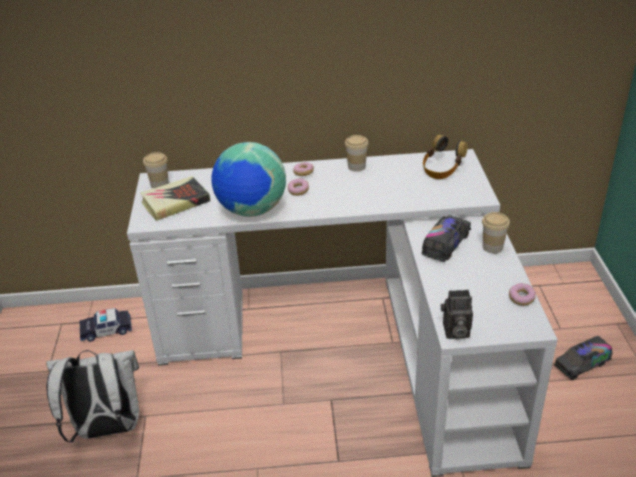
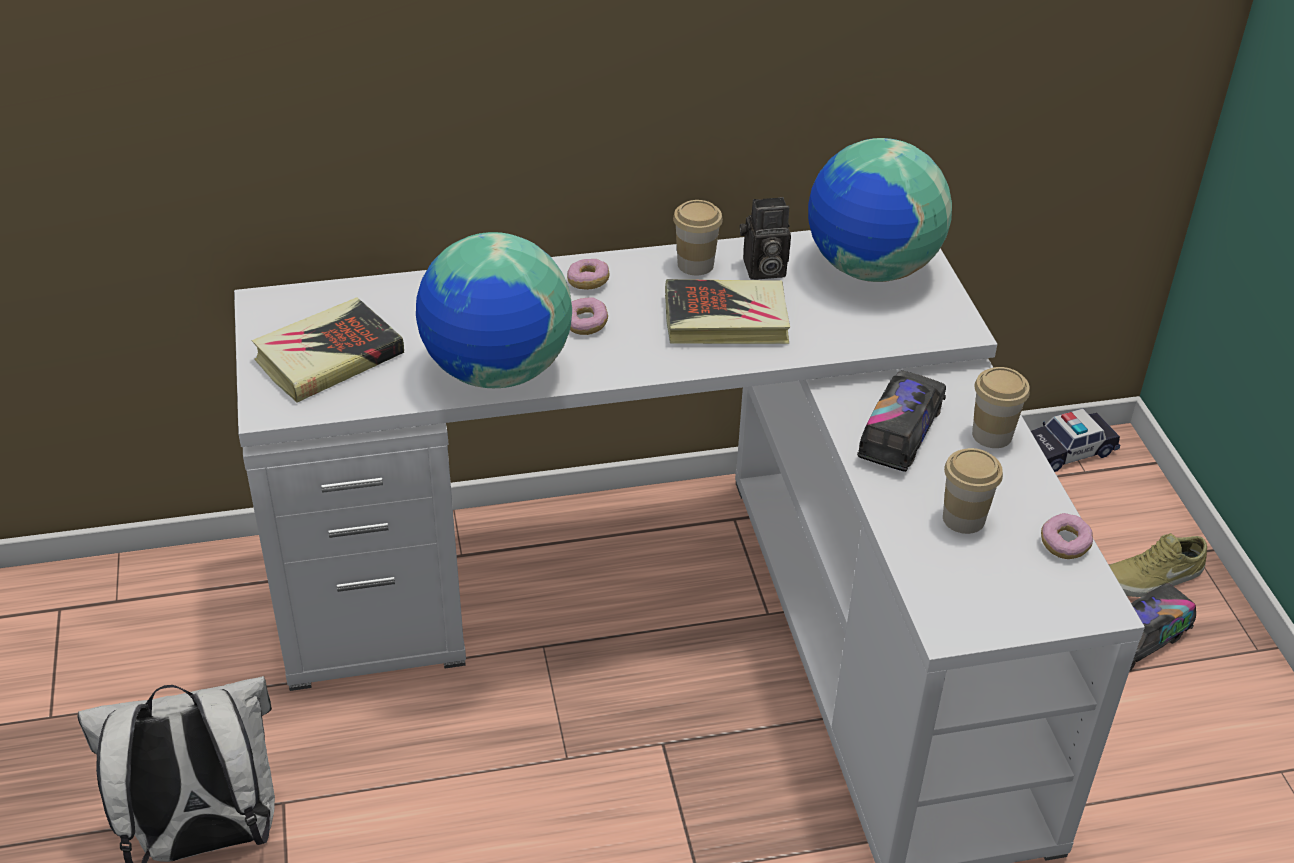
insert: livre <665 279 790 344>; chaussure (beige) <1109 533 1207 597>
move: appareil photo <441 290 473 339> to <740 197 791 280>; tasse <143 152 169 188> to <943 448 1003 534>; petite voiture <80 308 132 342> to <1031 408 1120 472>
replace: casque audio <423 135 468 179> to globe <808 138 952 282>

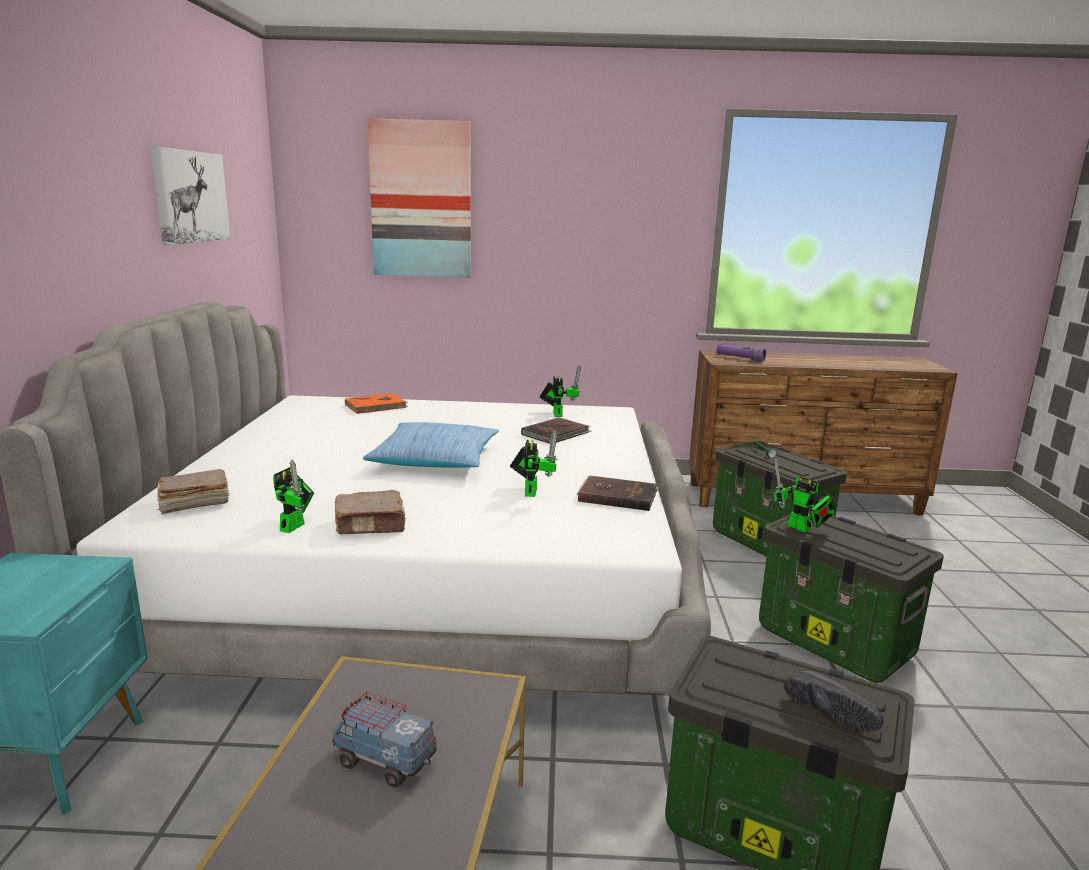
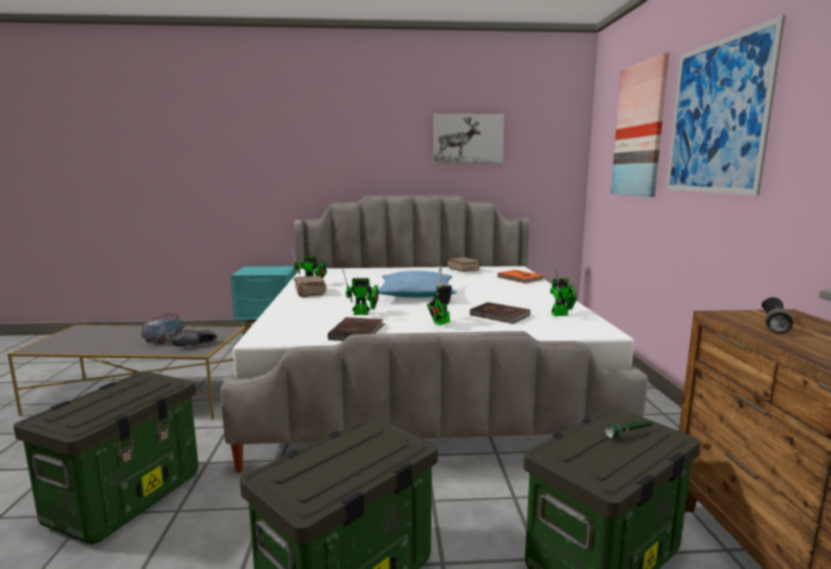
insert: tableau <666 15 786 195>
move: chaussure (noir) <784 669 883 732> to <171 330 217 346>; robot jouet <773 458 835 532> to <427 266 452 325>; livre (marron) <157 469 229 514> to <447 257 481 272>
recolor: lampe de poche (violet) <716 344 766 362> to lampe de poche (noir) <762 297 793 333>

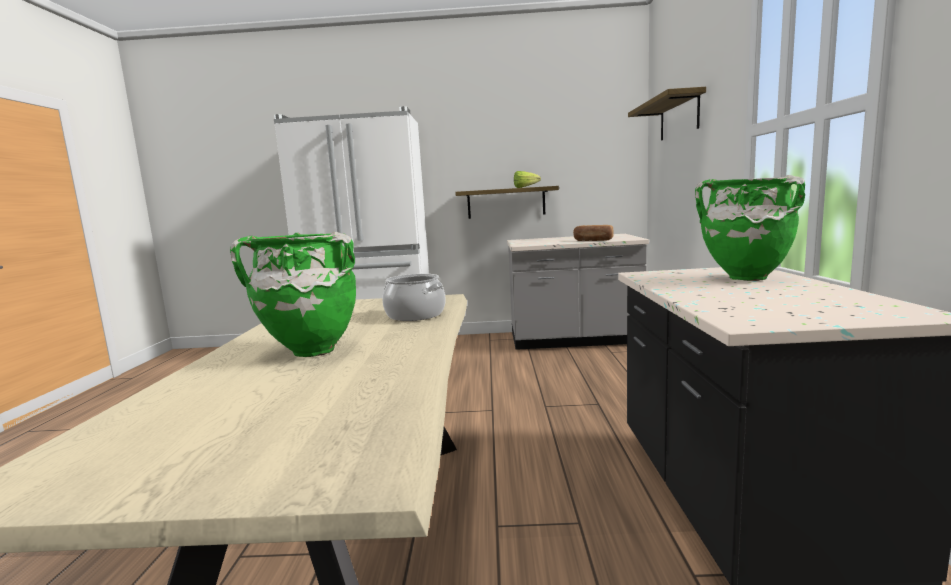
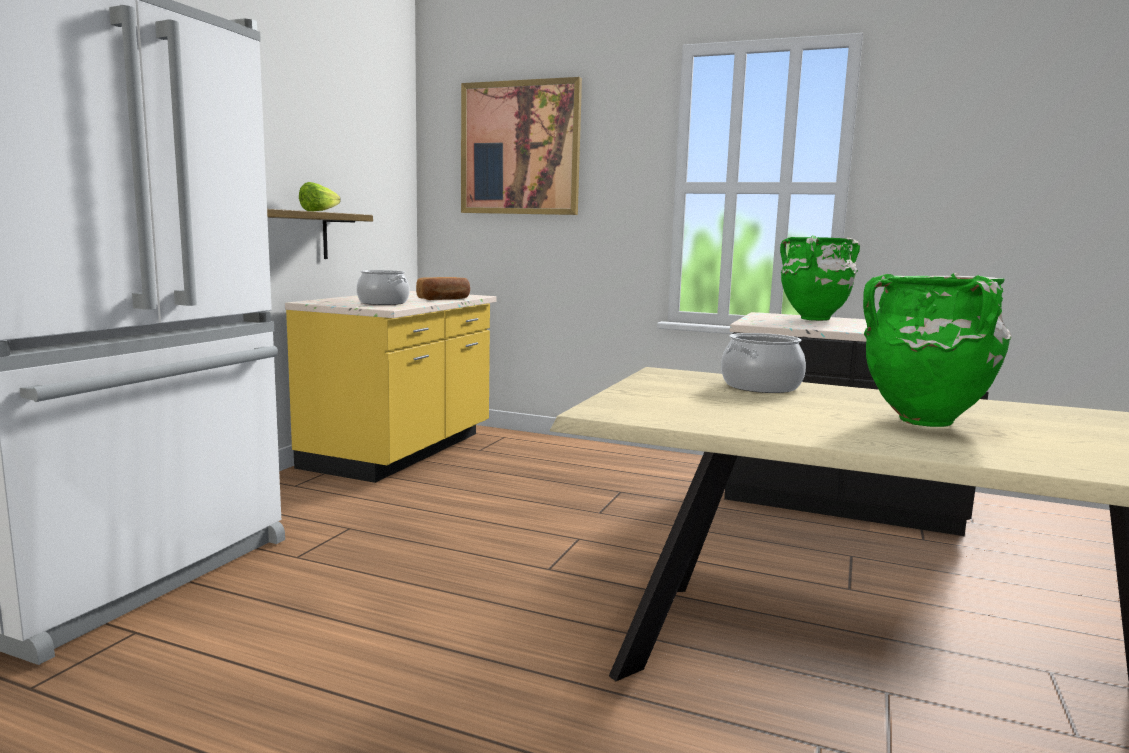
insert: marmite <356 270 410 305>
replace: étagère <628 87 706 141> to tableau <461 77 582 215>
recolor: comptoir de cuisine (gris) <507 234 649 350> to comptoir de cuisine (jaune) <285 291 496 483>

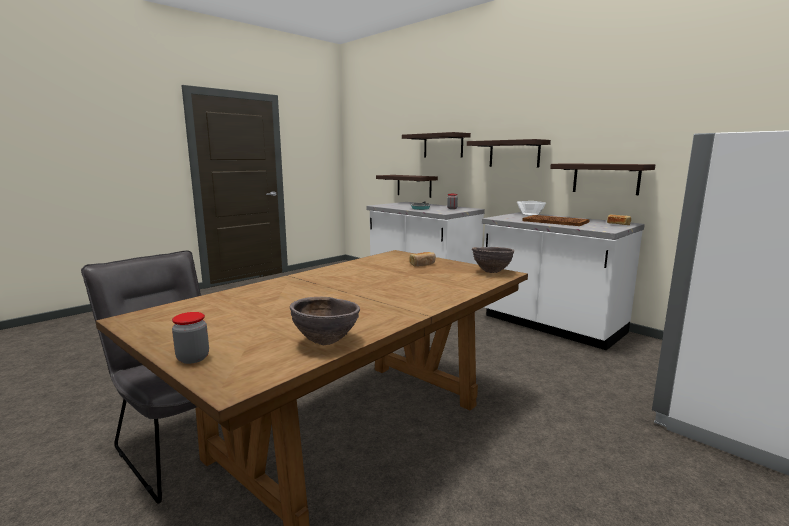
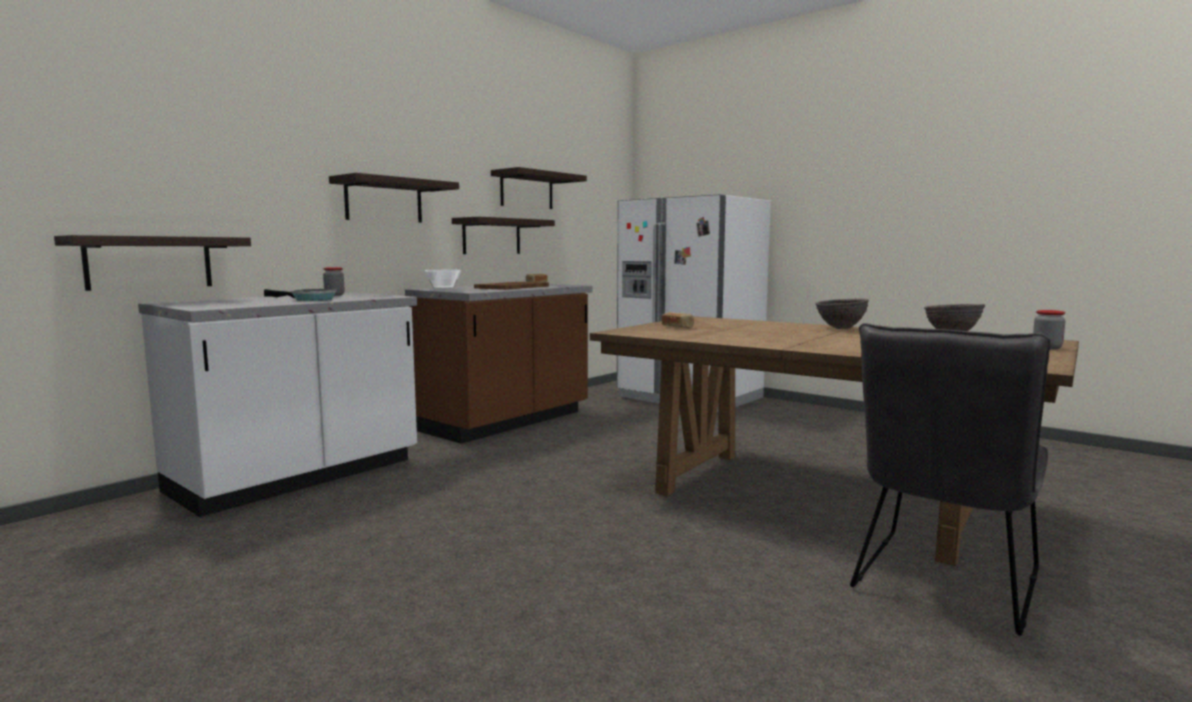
move: étagère <402 132 471 157> to <491 167 587 209>; bol (marron) <472 247 514 273> to <816 298 869 329>
recolor: comptoir de cuisine (blanc) <482 212 645 350> to comptoir de cuisine (marron) <405 284 593 444>

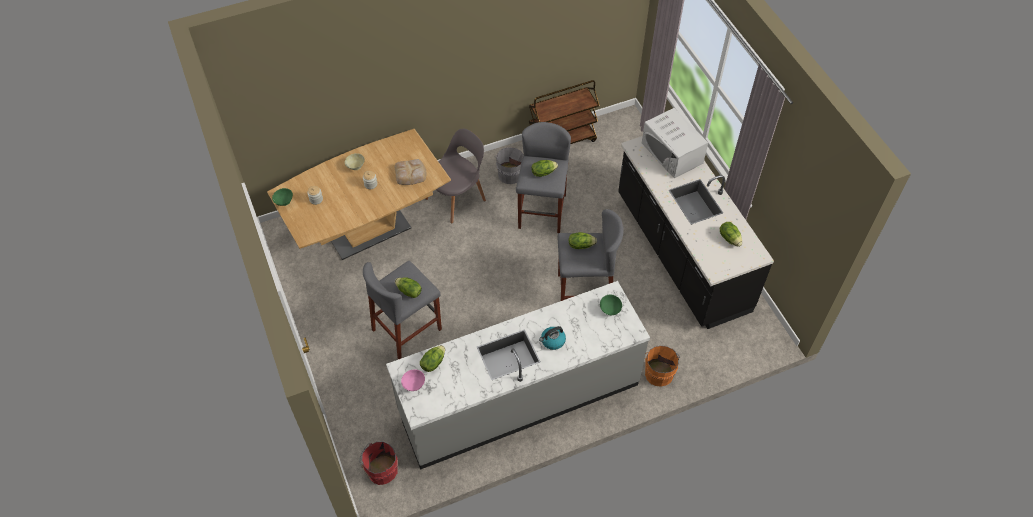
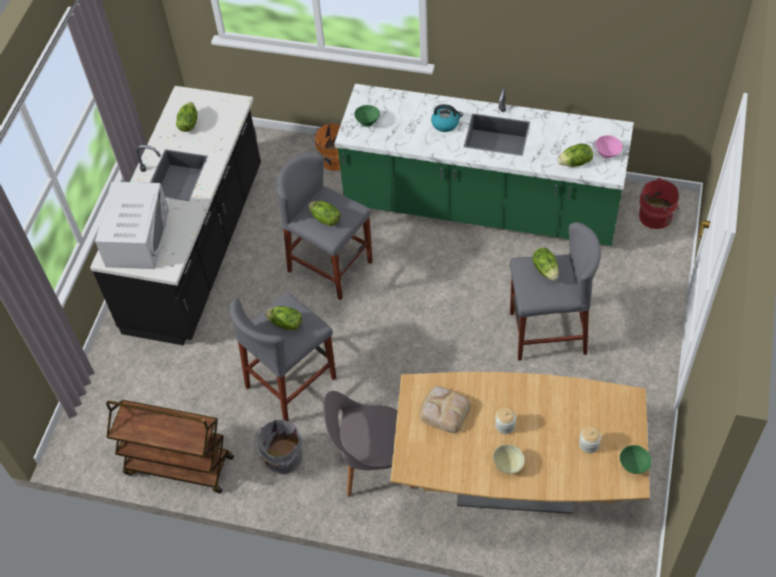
recolor: comptoir de cuisine (gris) <386 281 650 470> to comptoir de cuisine (vert) <334 84 634 246>

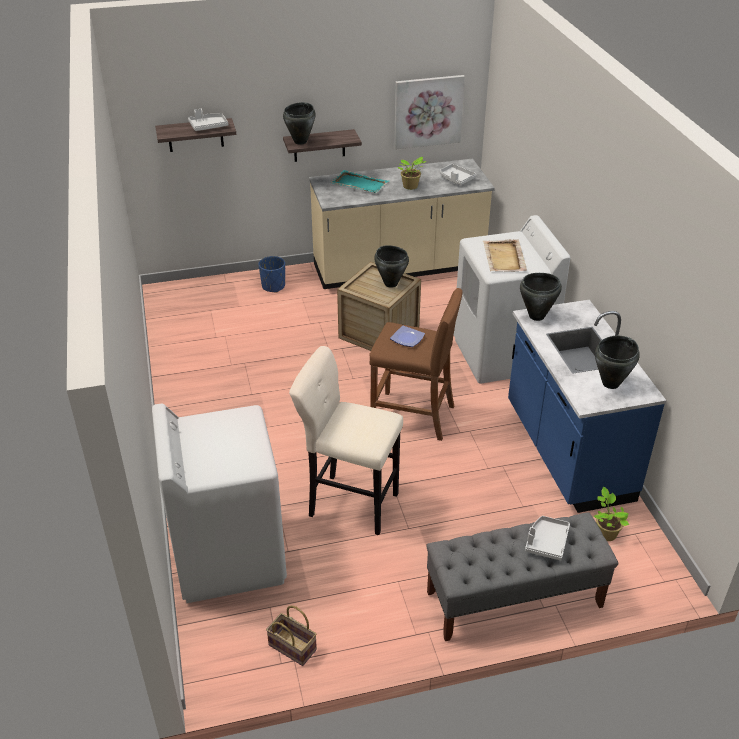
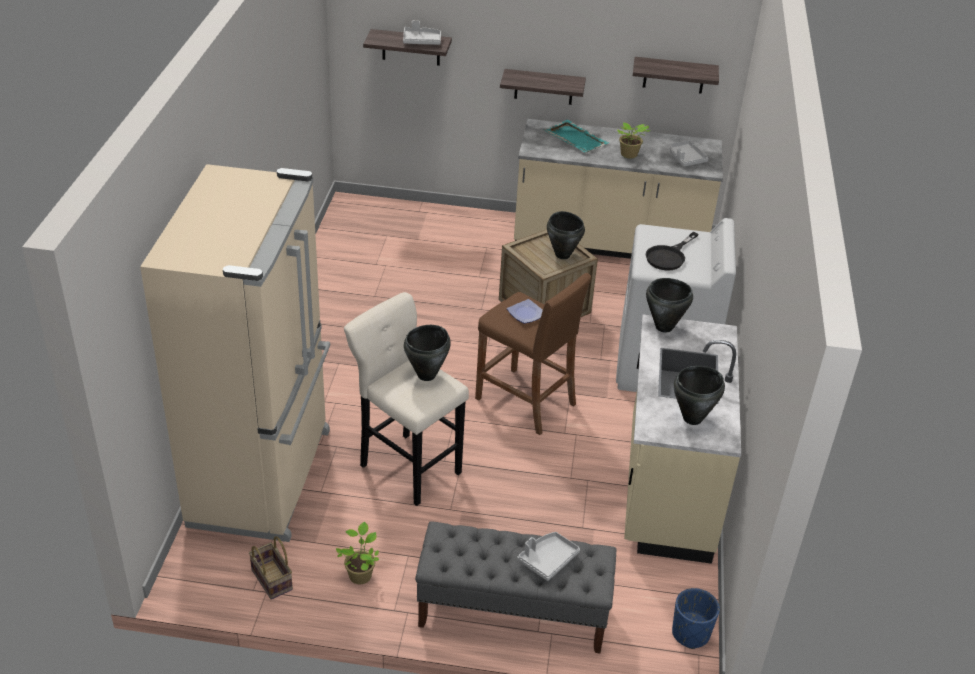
move: plante en pot <594 487 629 541> to <336 521 379 584>; marmite (noir) <283 102 316 145> to <404 325 451 381>; cache-pot (bleu) <258 256 285 293> to <672 588 720 649>
replace: lave-linge (blanc) <152 404 287 603> to réfrigérateur (beige) <140 164 331 542>; tableau <394 75 465 149> to étagère <633 57 719 94>; plateau (beige) <483 239 527 271> to poêle (noir) <646 232 698 270>
recolor: comptoir de cuisine (bleu) <508 300 667 513> to comptoir de cuisine (beige) <624 315 741 564>

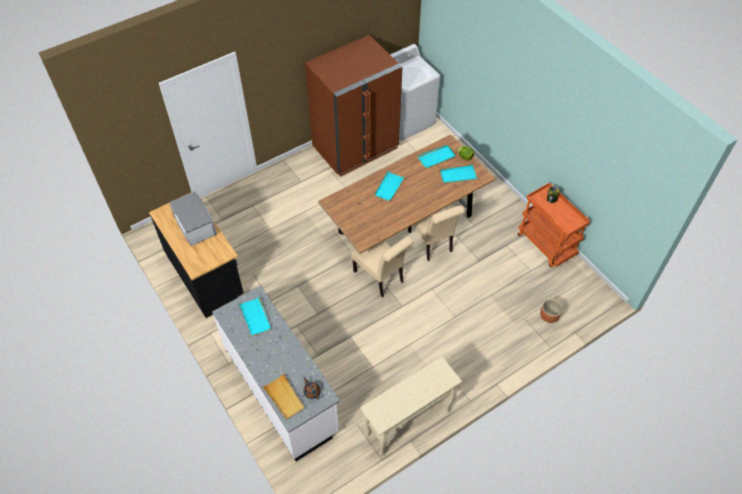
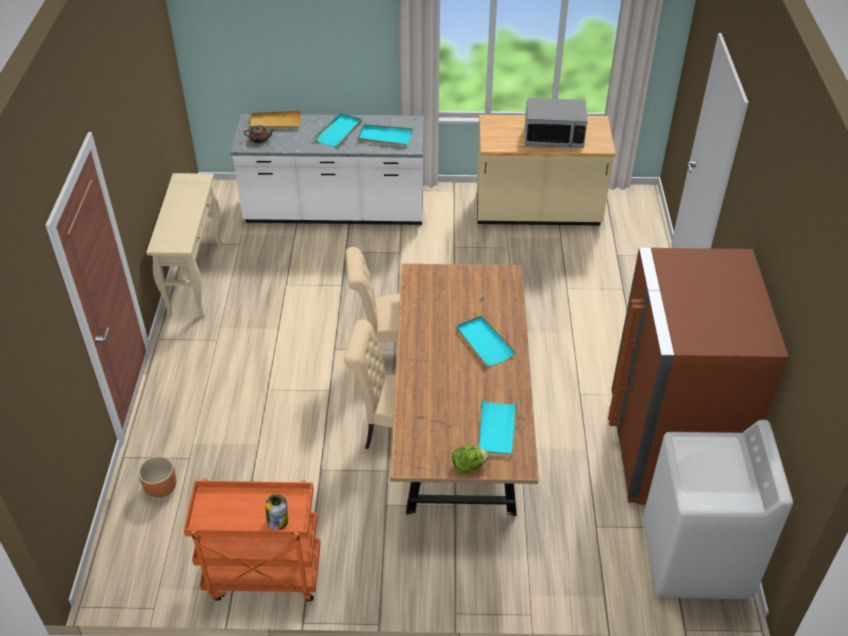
move: plateau (turquoise) <440 164 477 184> to <314 113 362 147>
recolor: comptoir de cuisine (noir) <149 192 244 318> to comptoir de cuisine (beige) <477 115 616 226>

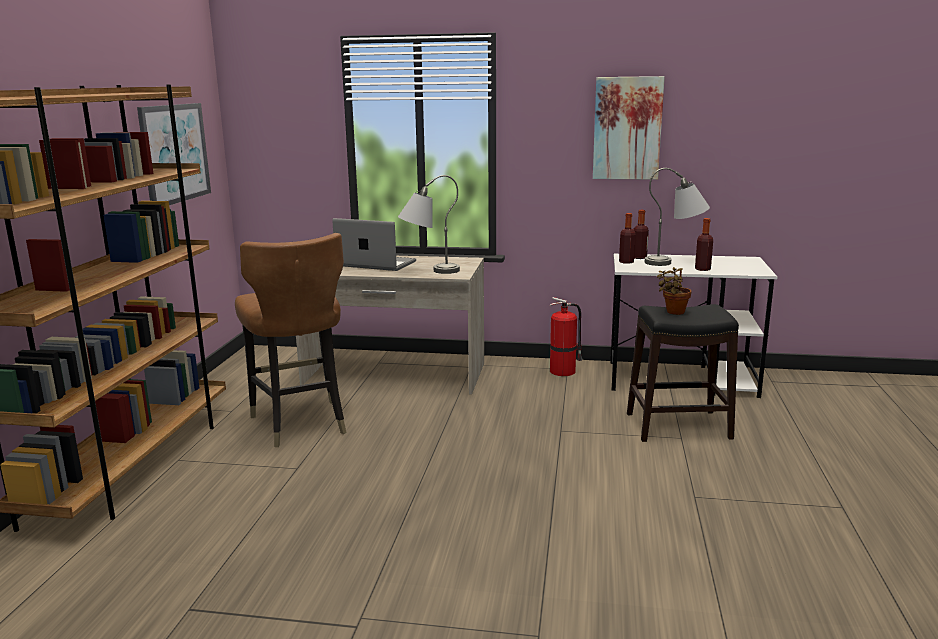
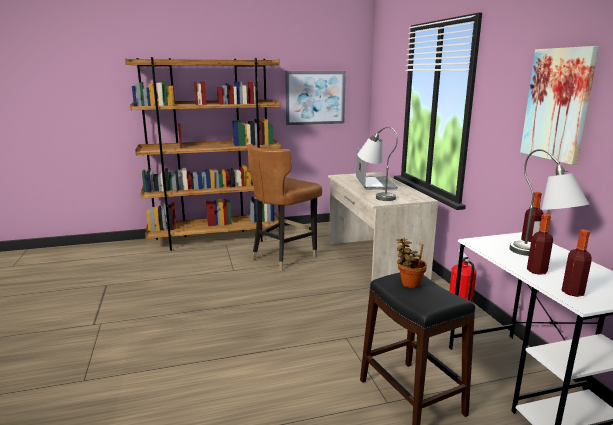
move: bouteille <619 213 635 264> to <562 229 592 297>

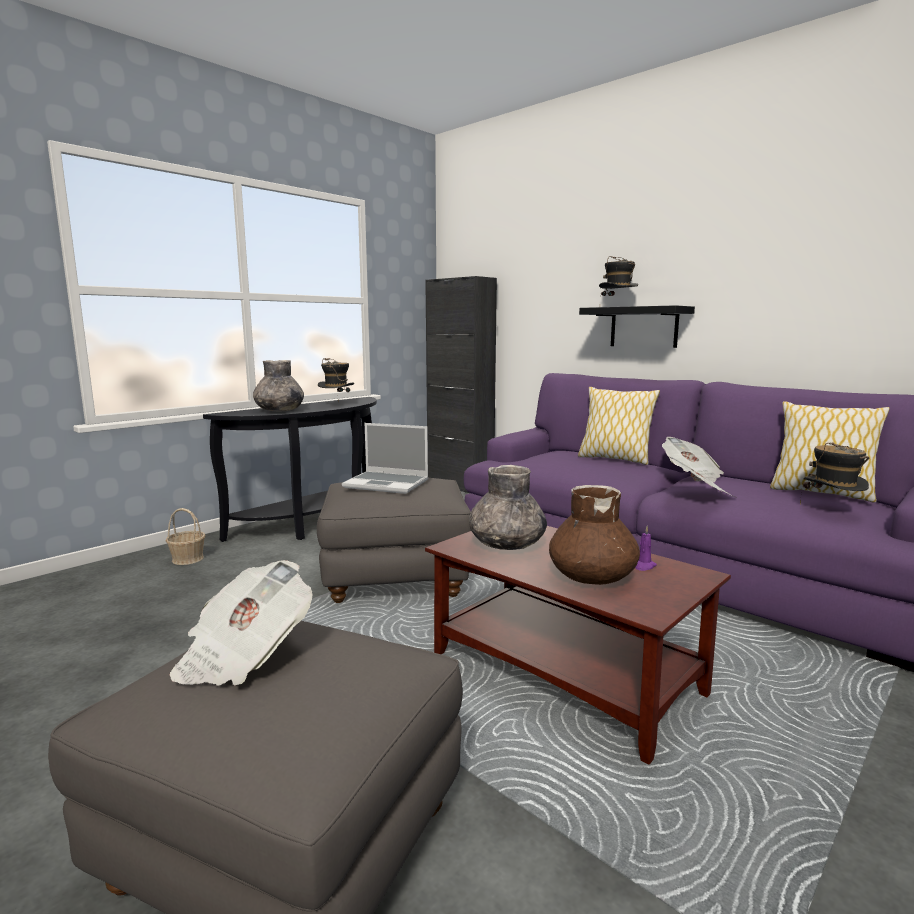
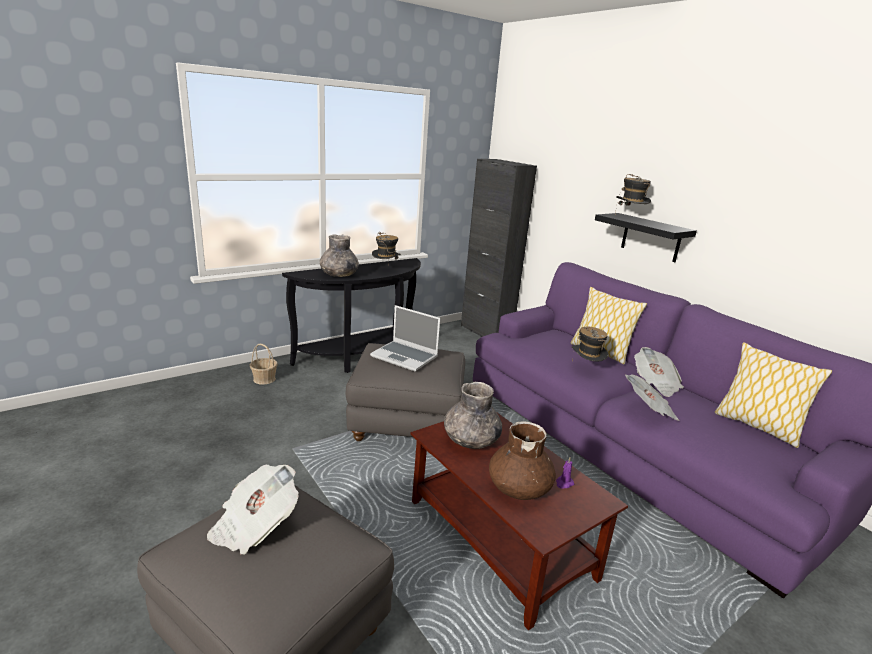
move: chapeau <800 442 869 505> to <572 327 608 362>

